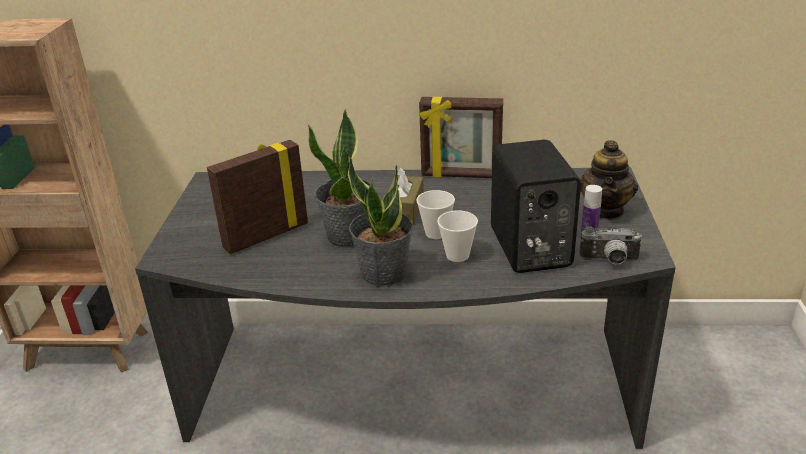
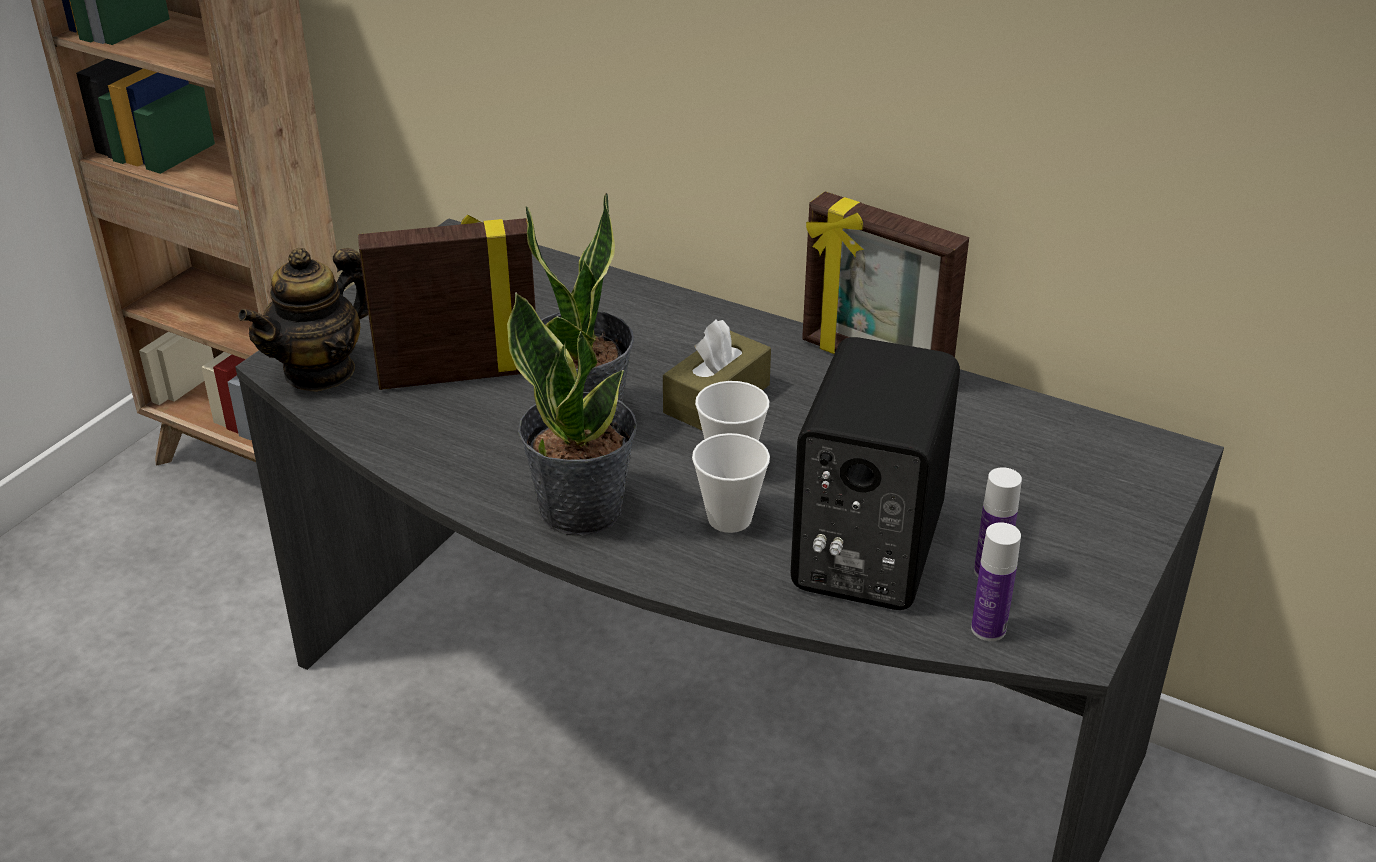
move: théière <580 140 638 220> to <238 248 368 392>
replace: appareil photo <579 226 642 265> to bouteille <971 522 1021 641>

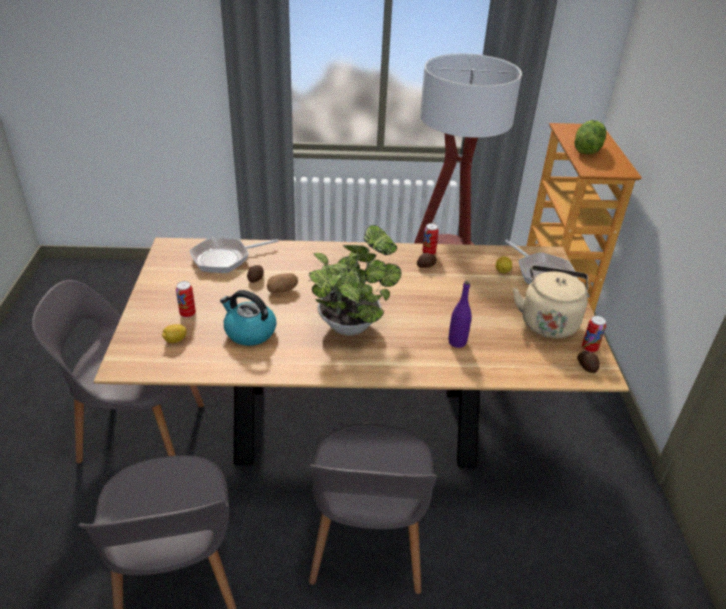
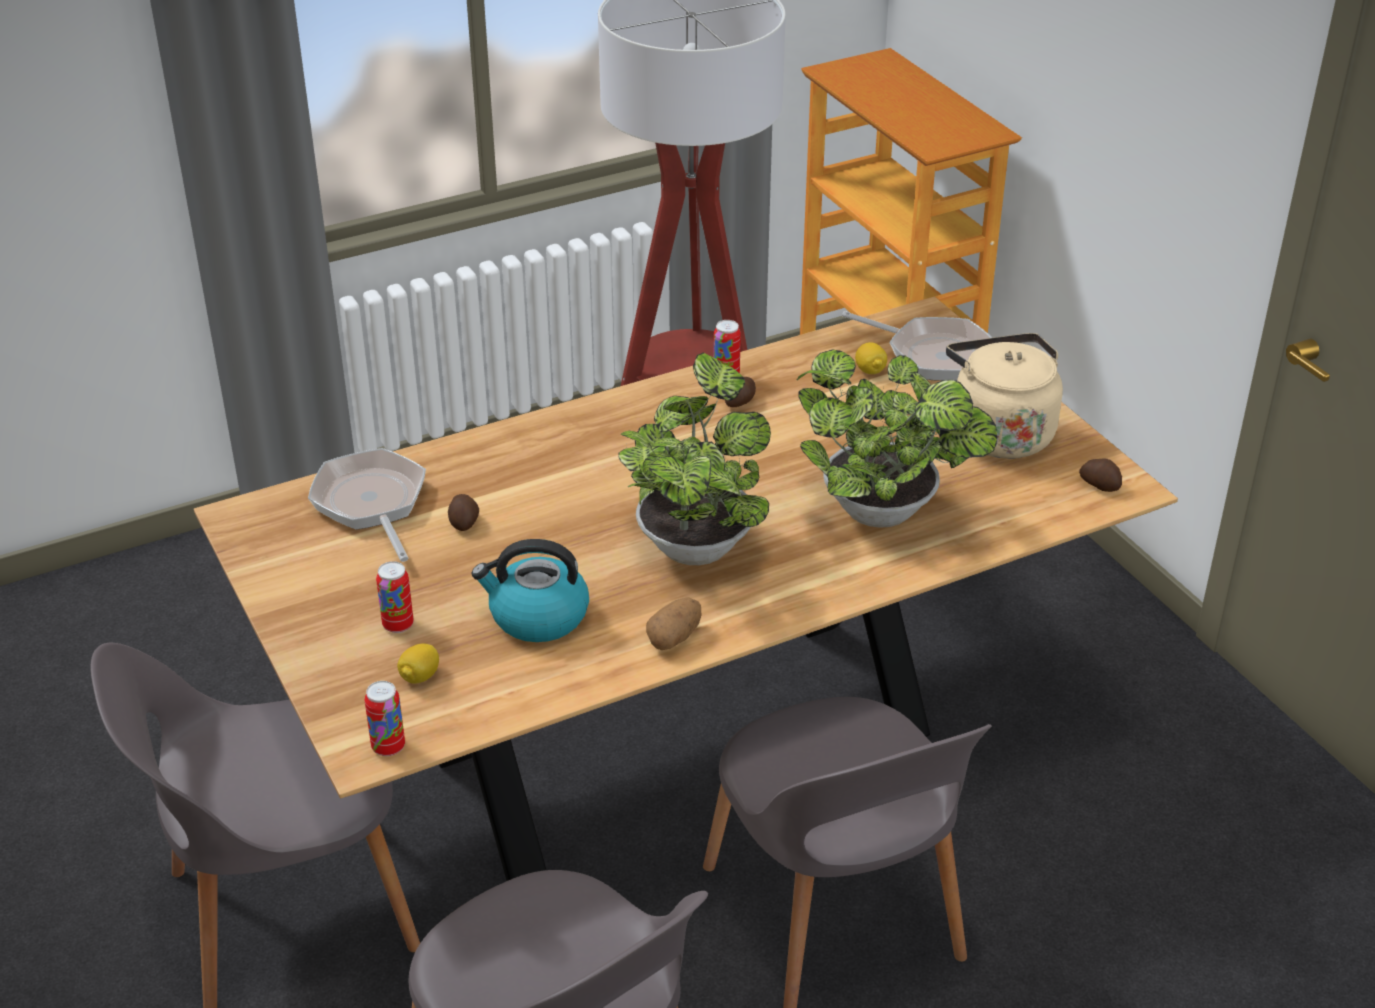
delete: laitue <574 120 607 154>
move: boîte métallique <582 316 606 353> to <365 681 405 756>; pomme de terre <267 273 298 293> to <646 597 701 650>
replace: bouteille (violet) <449 281 472 348> to plante en pot <797 350 997 528>
rotate: poêle <190 238 278 273> = <308 448 426 562> 120 degrees clockwise

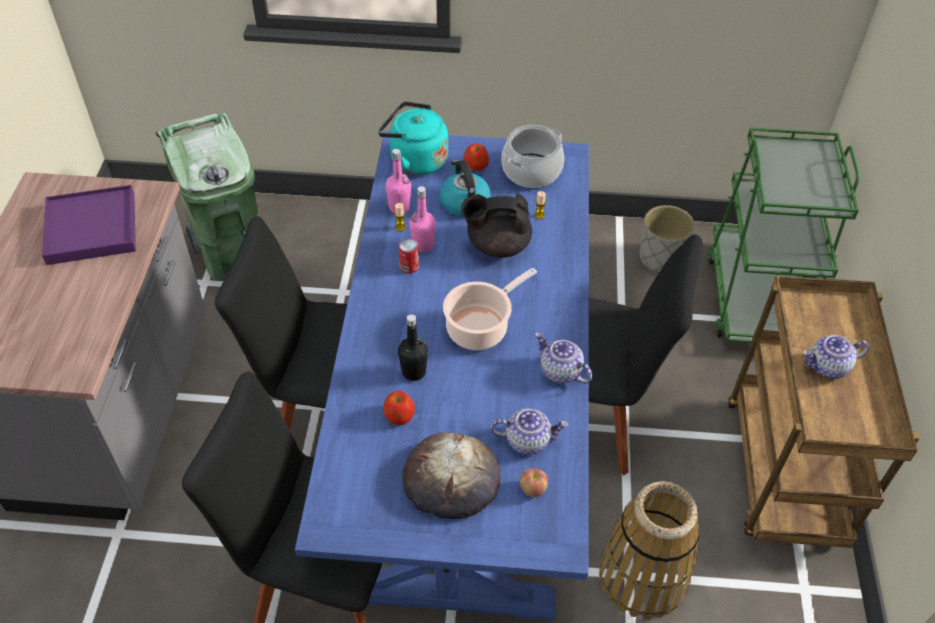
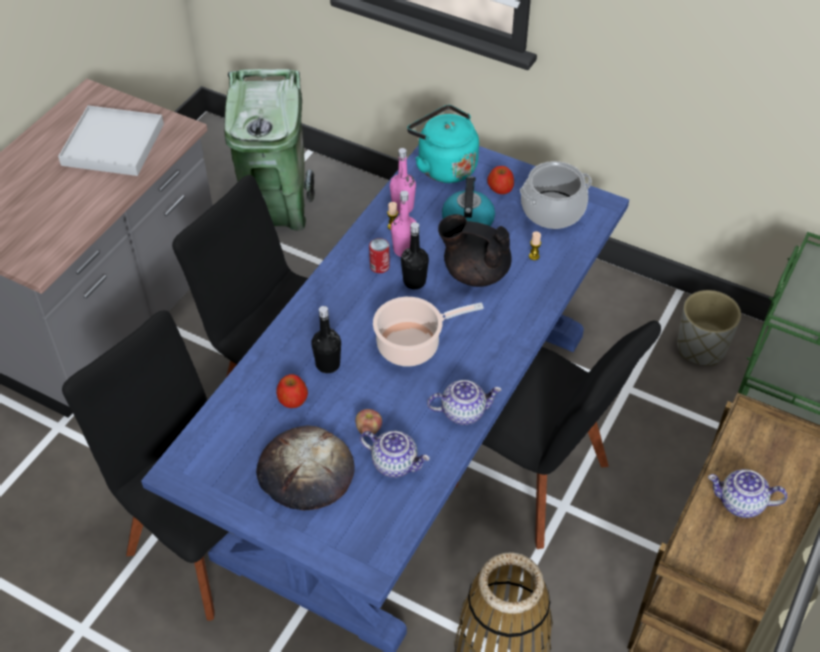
insert: bouteille (noir) <401 222 429 289>
move: pomme <519 468 548 497> to <355 409 382 435>
recolor: plateau (violet) <42 185 136 265> to plateau (blanc) <58 105 164 176>
rotate: théière <535 332 592 384> = <427 380 502 425> 105 degrees clockwise

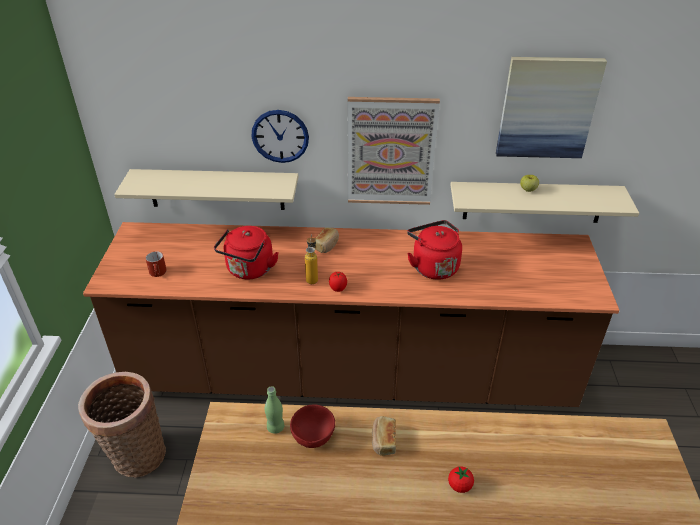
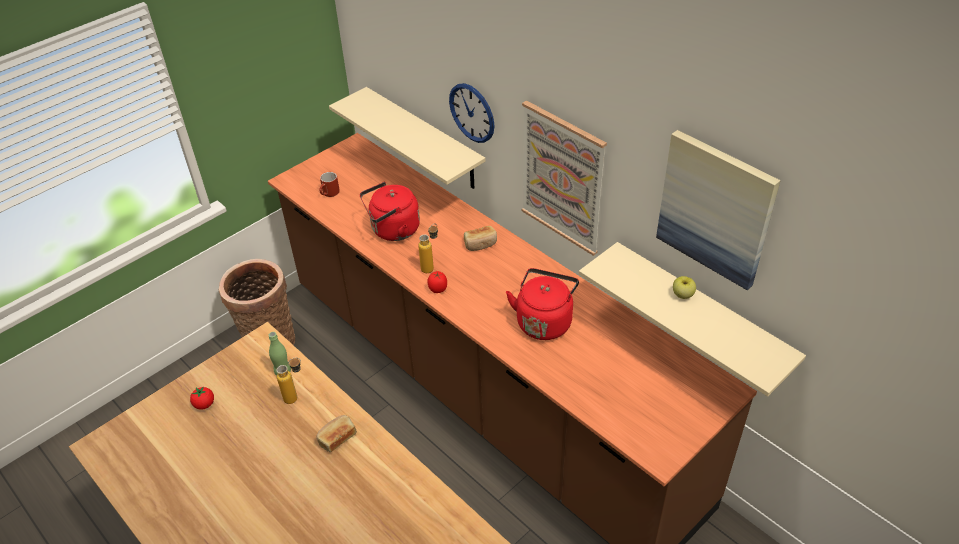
move: tomate <448 467 474 493> to <190 386 214 410>
replace: bol (rouge) <290 405 335 448> to bouteille <276 358 301 404>

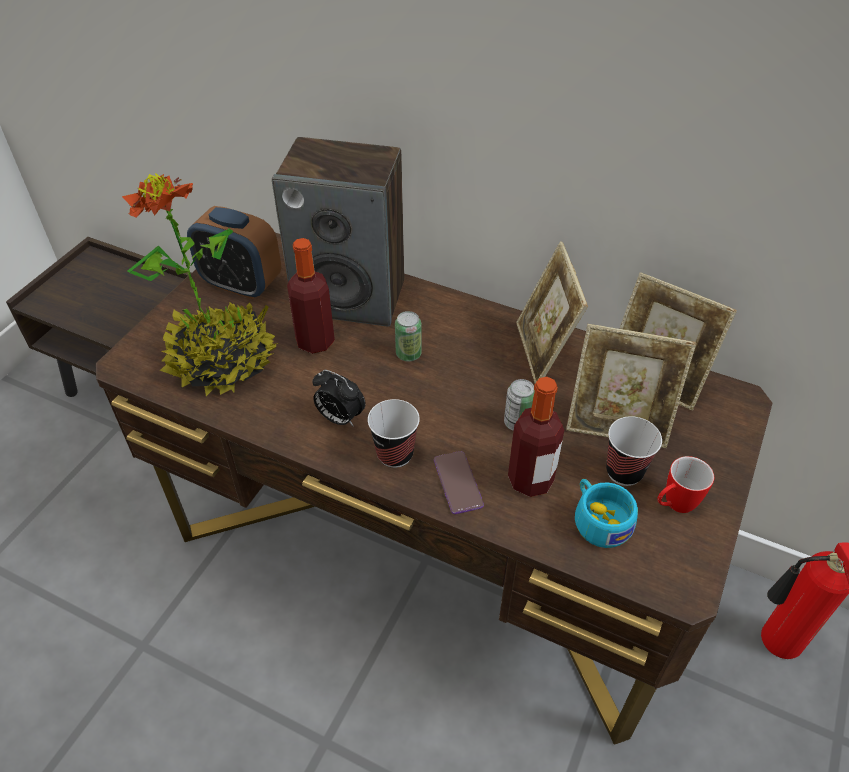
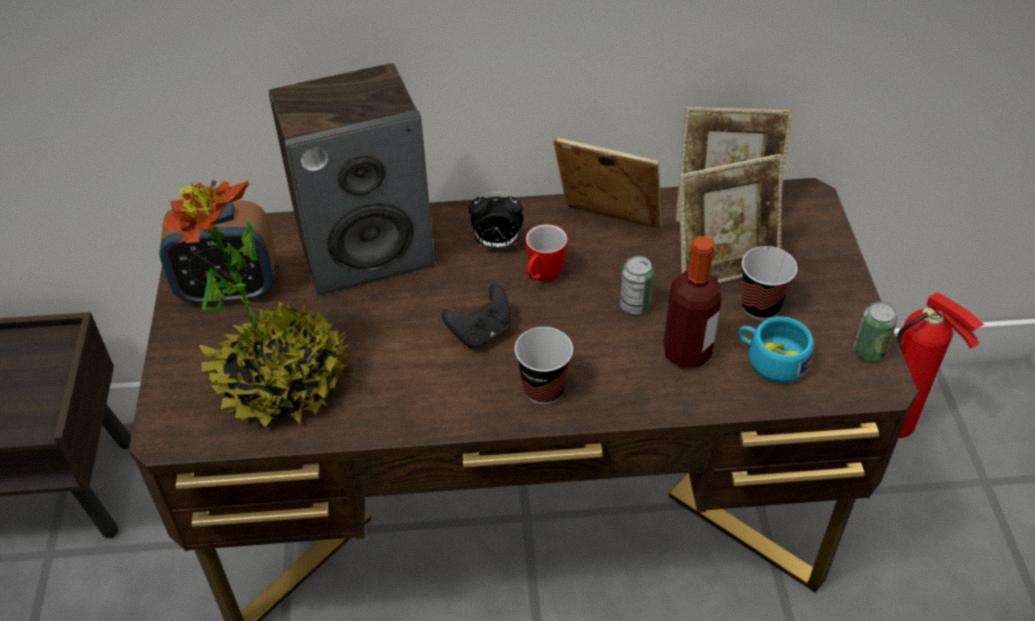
delete: bouteille <287 238 335 354>; téléphone <434 451 484 514>
insert: manette (noir) <442 284 512 349>
move: réveil <312 370 366 427> to <469 192 523 249>; mug <657 456 714 513> to <526 224 567 282>; boîte métallique <395 311 422 361> to <854 301 898 362>
rotate: cadre photo <516 241 588 383> = <553 137 662 229> 150 degrees clockwise

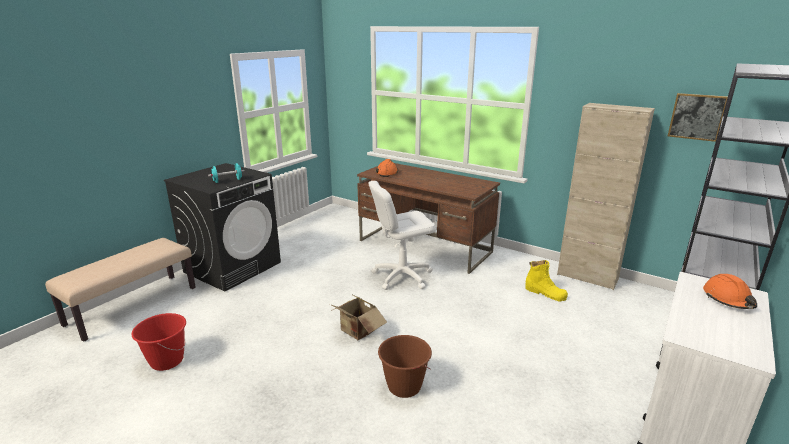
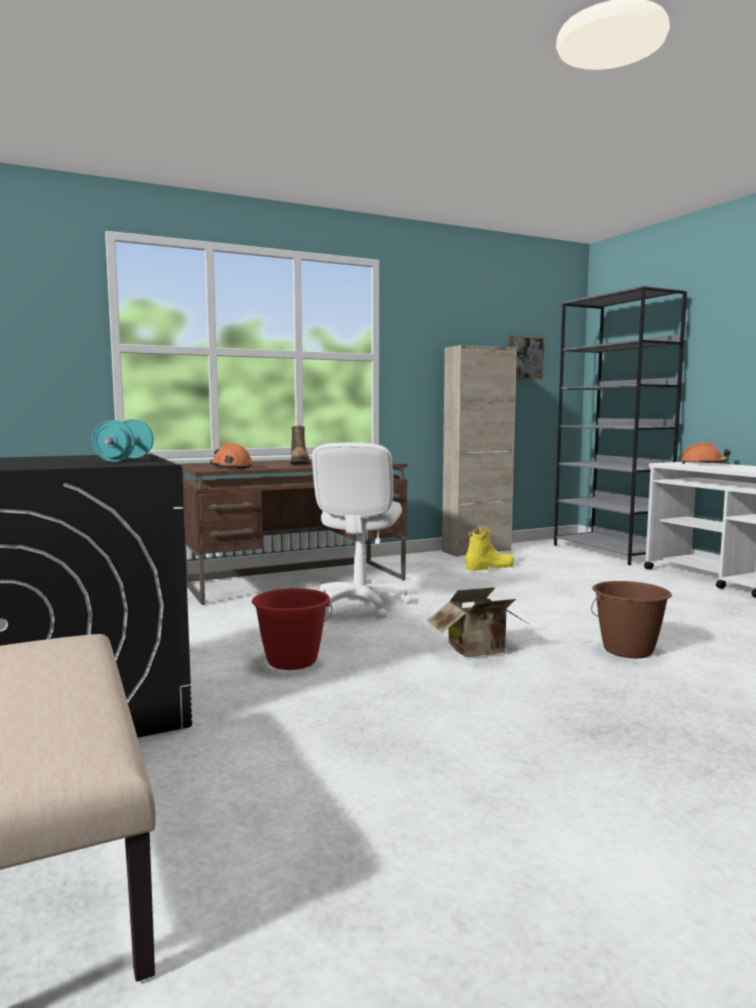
insert: botte <290 425 310 464>
move: seau (rouge) <131 313 186 371> to <252 588 332 670>

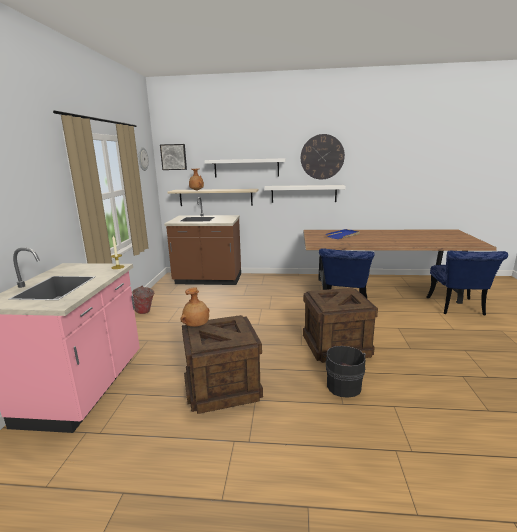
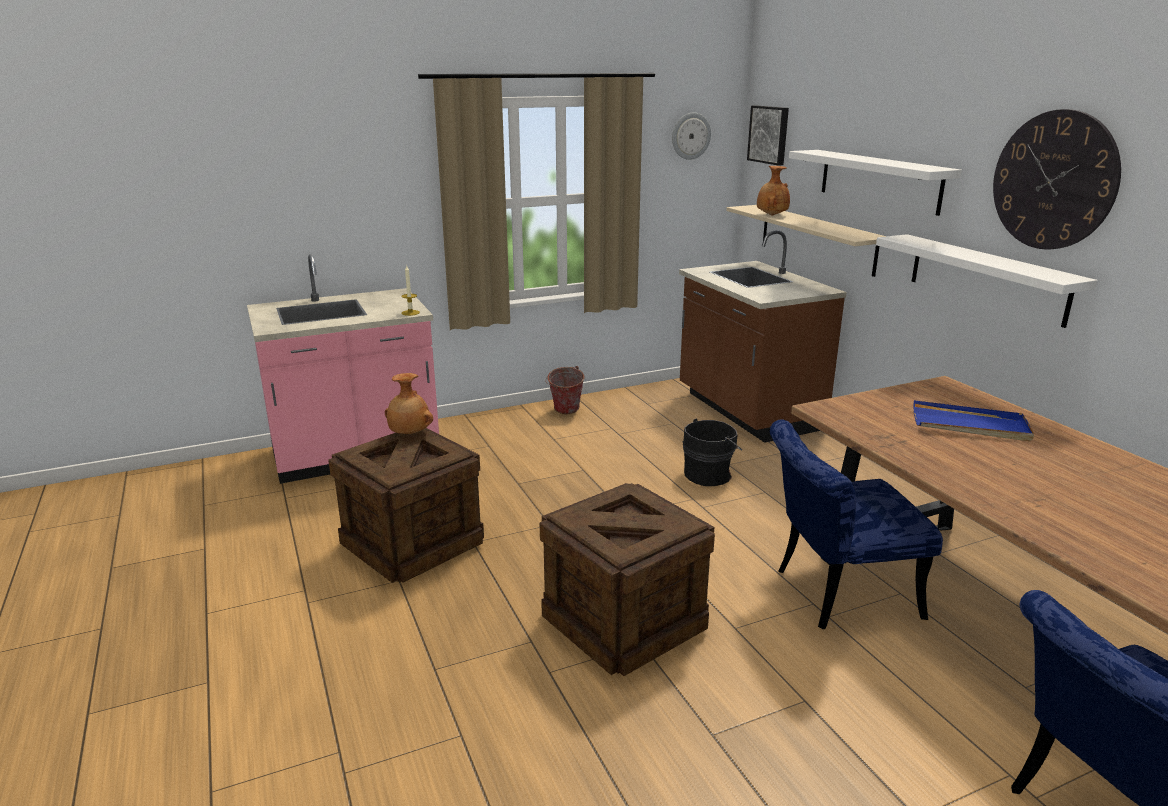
move: seau (noir) <323 346 366 398> to <683 418 742 486>

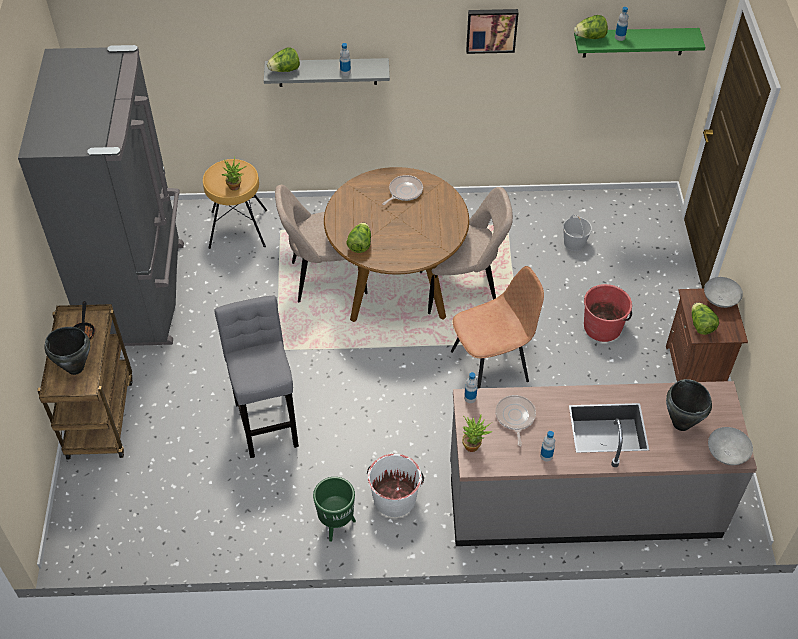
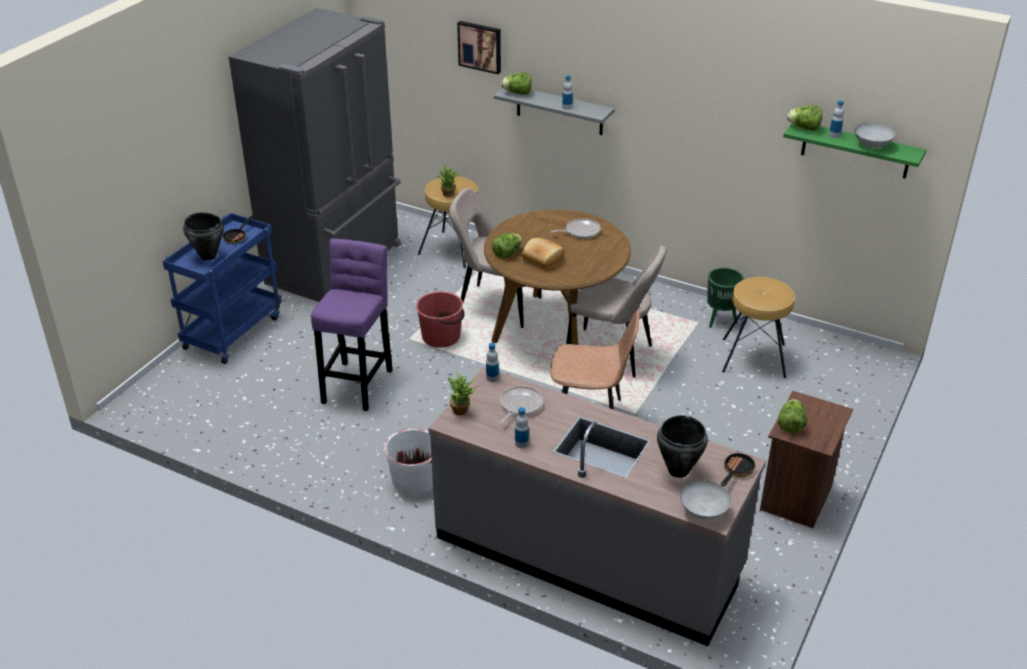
insert: pain <522 238 565 271>; poêle <721 451 755 486>
move: seau (rouge) <584 284 632 342> to <416 291 465 347>; tableau <466 9 518 54> to <457 21 501 74>; cache-pot (vert) <313 477 356 542> to <707 268 744 328>; bol (gris) <704 277 743 308> to <854 123 895 148>
replace: seau (blanc) <563 215 592 251> to tabouret (marron) <722 277 795 378>
recolor: chariot (marron) <37 304 132 459> to chariot (bleu) <163 213 282 364>; tabouret (gris) <214 295 299 458> to tabouret (violet) <311 239 392 411>

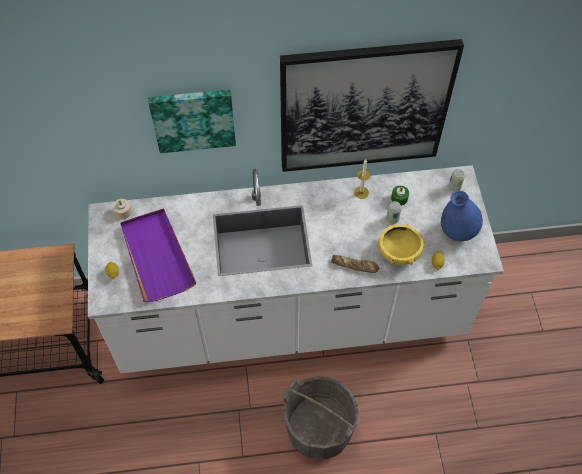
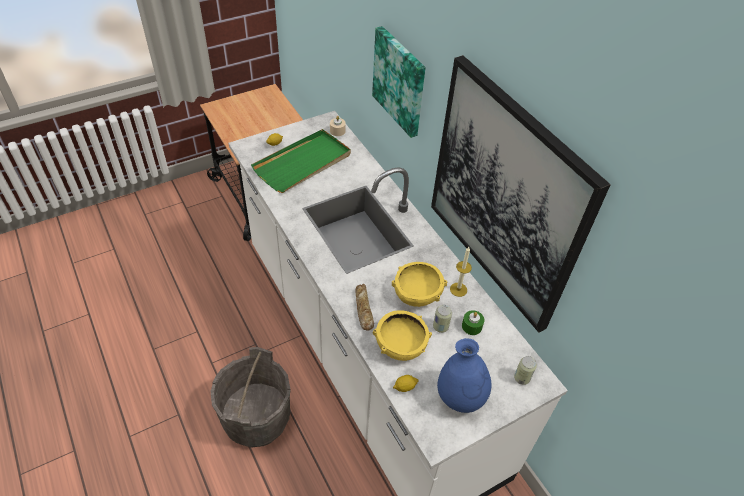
insert: bol (jaune) <392 262 447 307>
recolor: plateau (violet) <120 208 197 302> to plateau (vert) <251 129 351 193>

